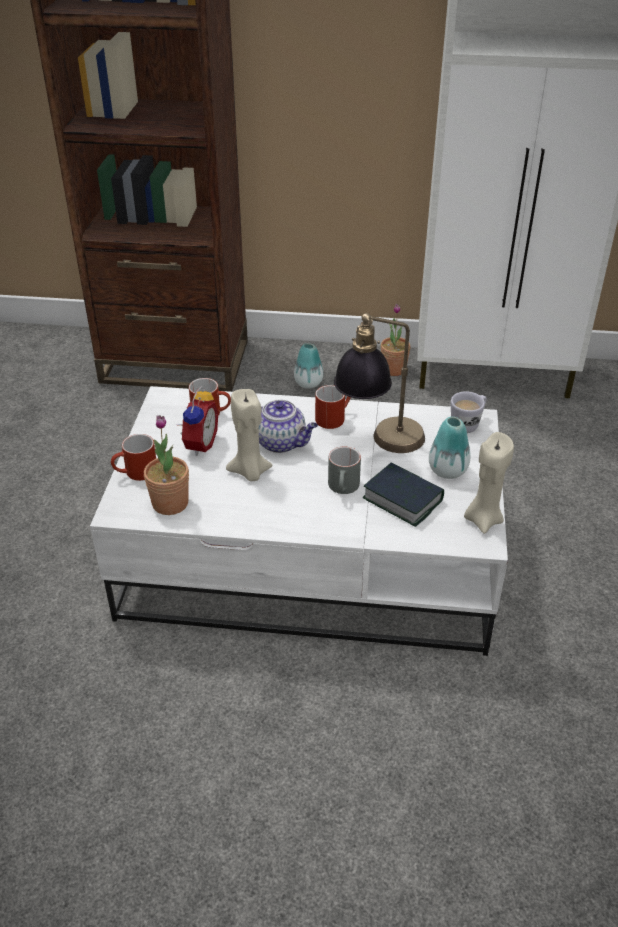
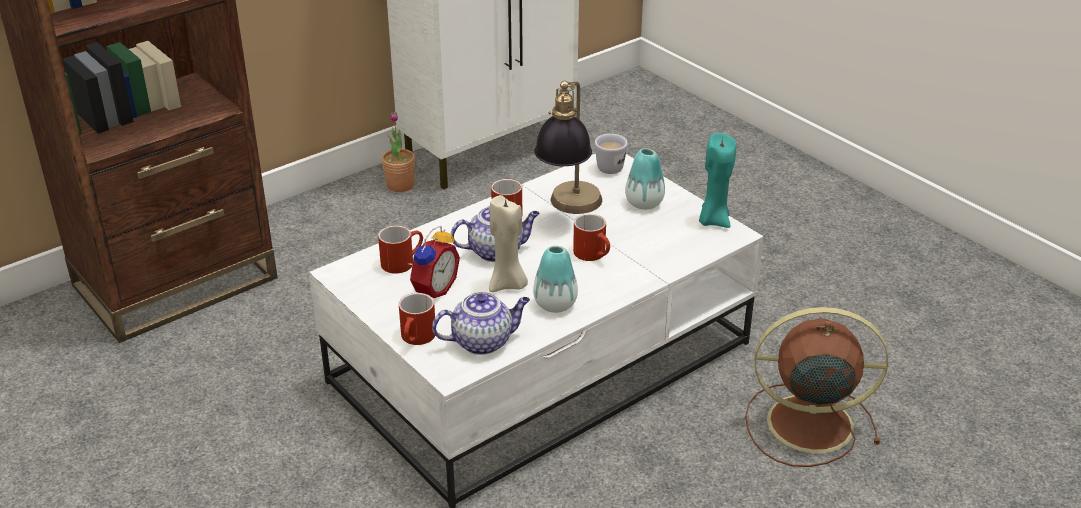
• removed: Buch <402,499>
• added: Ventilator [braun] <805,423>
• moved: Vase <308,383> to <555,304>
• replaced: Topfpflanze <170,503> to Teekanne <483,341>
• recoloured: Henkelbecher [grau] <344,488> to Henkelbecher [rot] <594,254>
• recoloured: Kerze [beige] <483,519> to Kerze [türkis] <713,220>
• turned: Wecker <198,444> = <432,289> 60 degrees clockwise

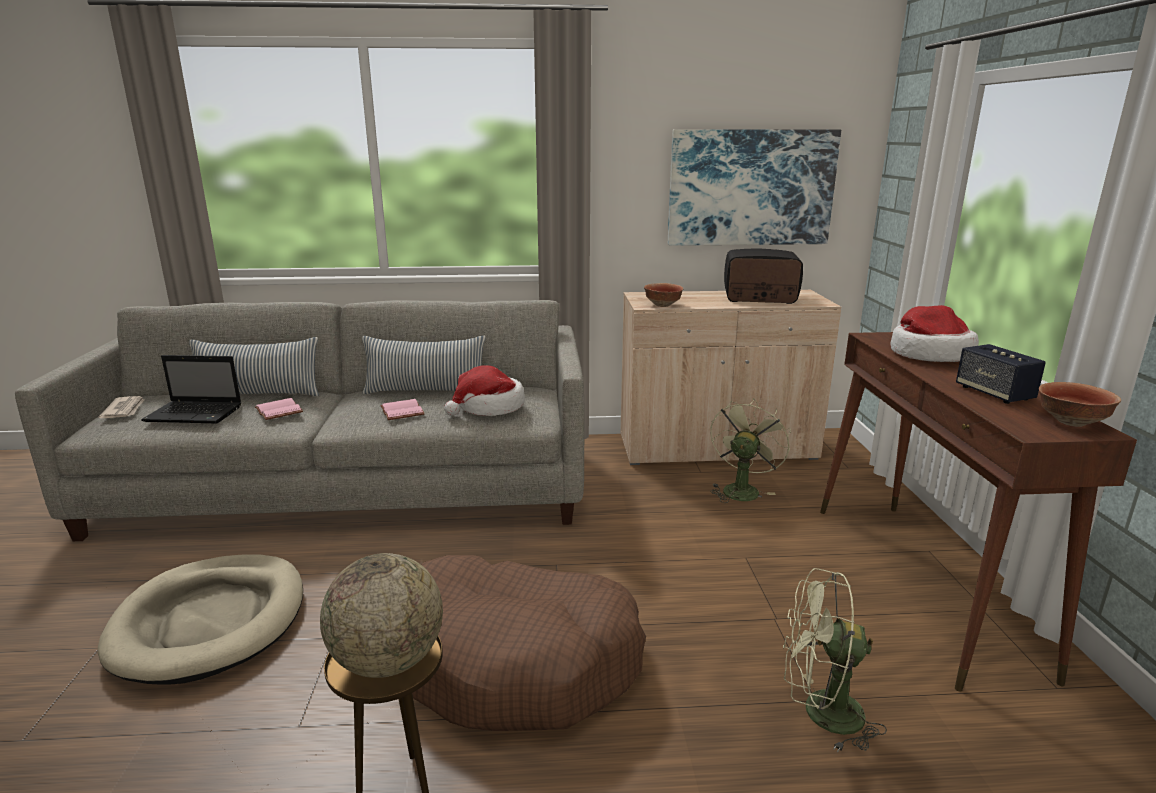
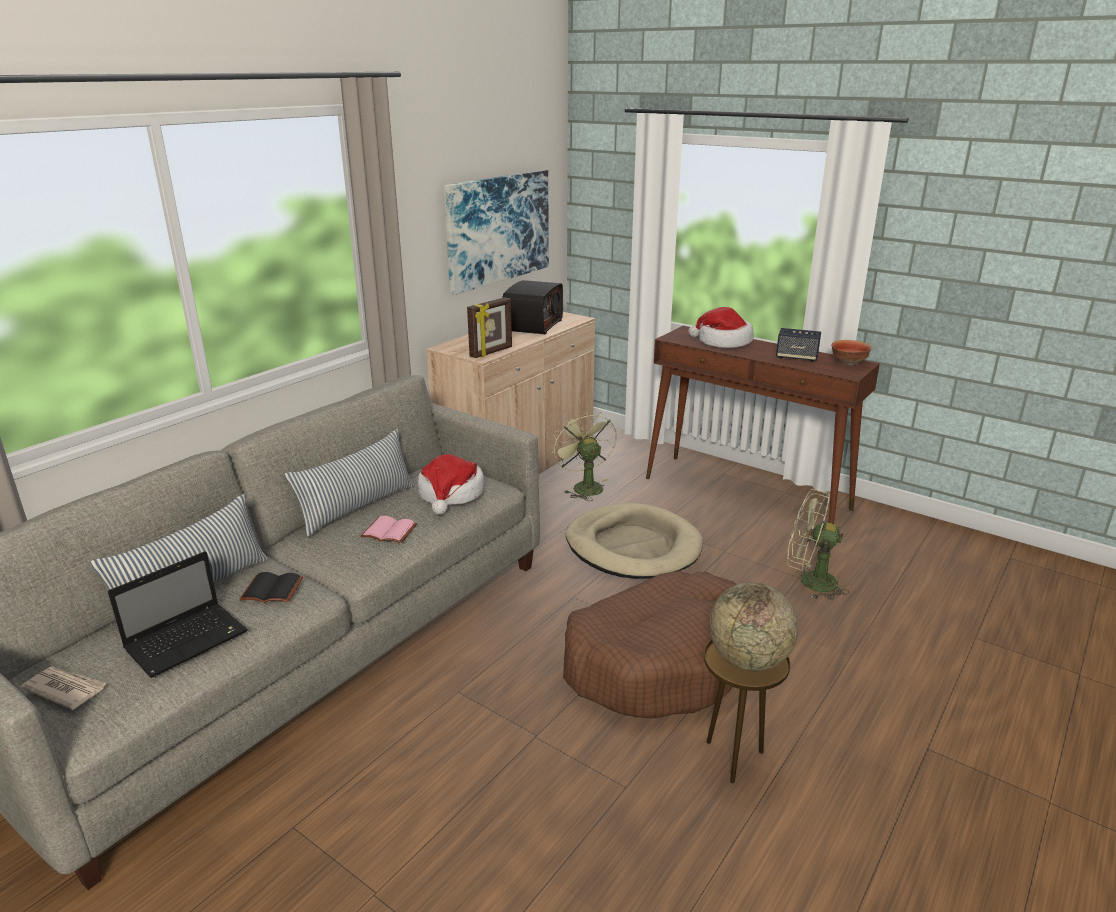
• moved: Hundebett [beige] <211,622> to <633,546>
• replaced: Schüssel <663,305> to Bilderrahmen <491,352>
• recoloured: Buch [rosa] <277,411> to Buch [schwarz] <270,591>
• turned: Radio <759,298> = <532,325> 150 degrees clockwise
• turned: Ventilator [grün] <820,713> = <809,581> 60 degrees clockwise

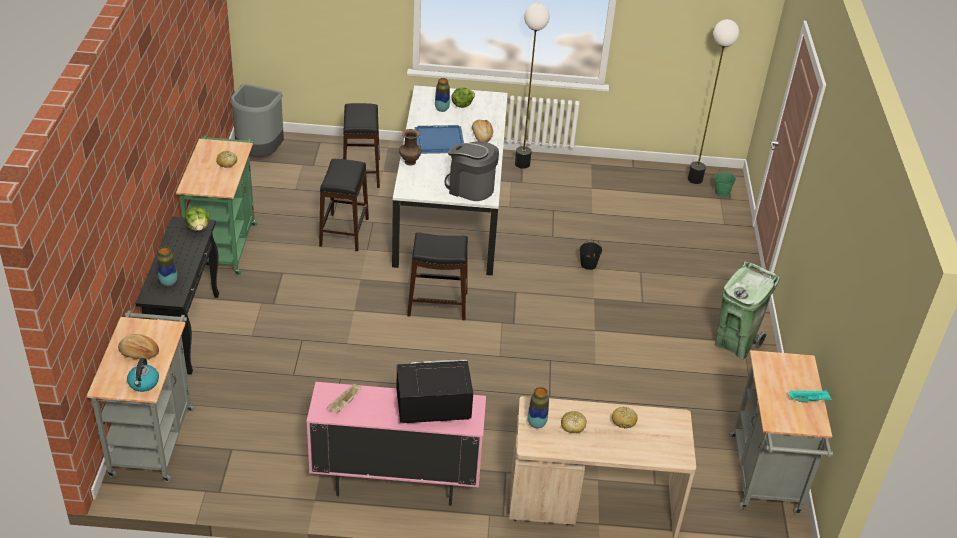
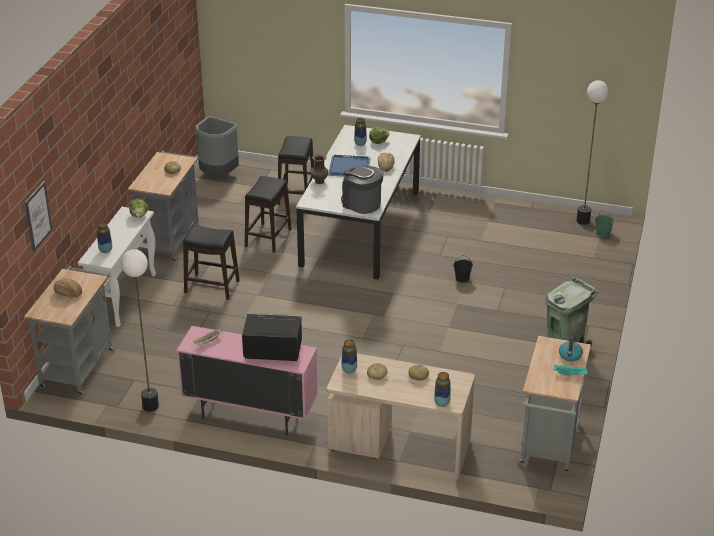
• added: Bild <38,216>
• added: Vase <442,403>
• moved: Wasserkessel <143,383> to <570,356>
• moved: Hocker [schwarz] <437,304> to <212,287>
• moved: Stehlampe <522,164> to <150,406>
• recoloured: Konsolentisch [schwarz] <186,331> to Konsolentisch [weiß] <124,297>
• recoloured: Rollwagen [grün] <224,243> to Rollwagen [grau] <171,238>

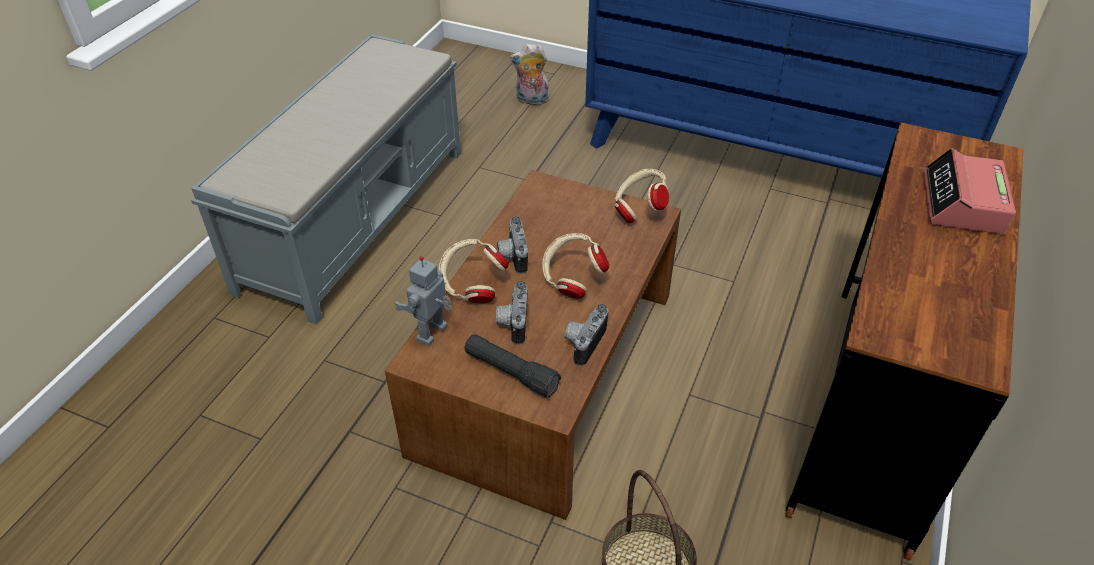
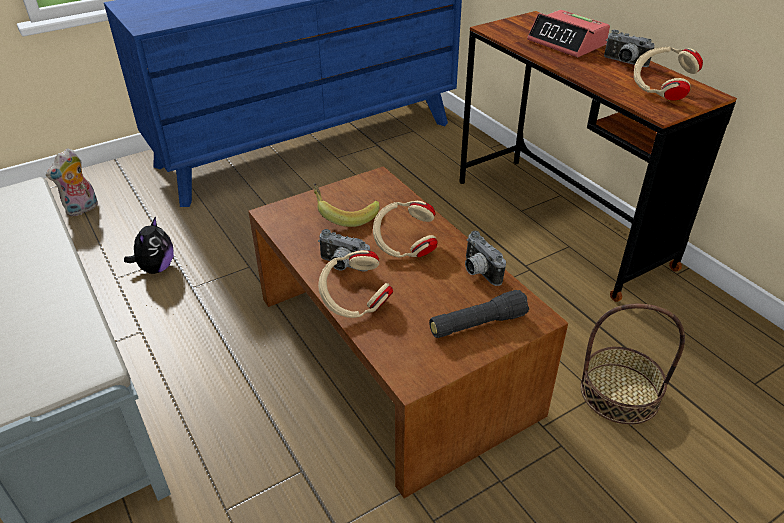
• removed: Spielzeugroboter <433,334>
• added: Plüschtier <156,268>
• added: Banane <345,215>
• moved: Kamera <512,323> to <624,63>
• moved: Kopfhörer [beige] <639,209> to <660,91>

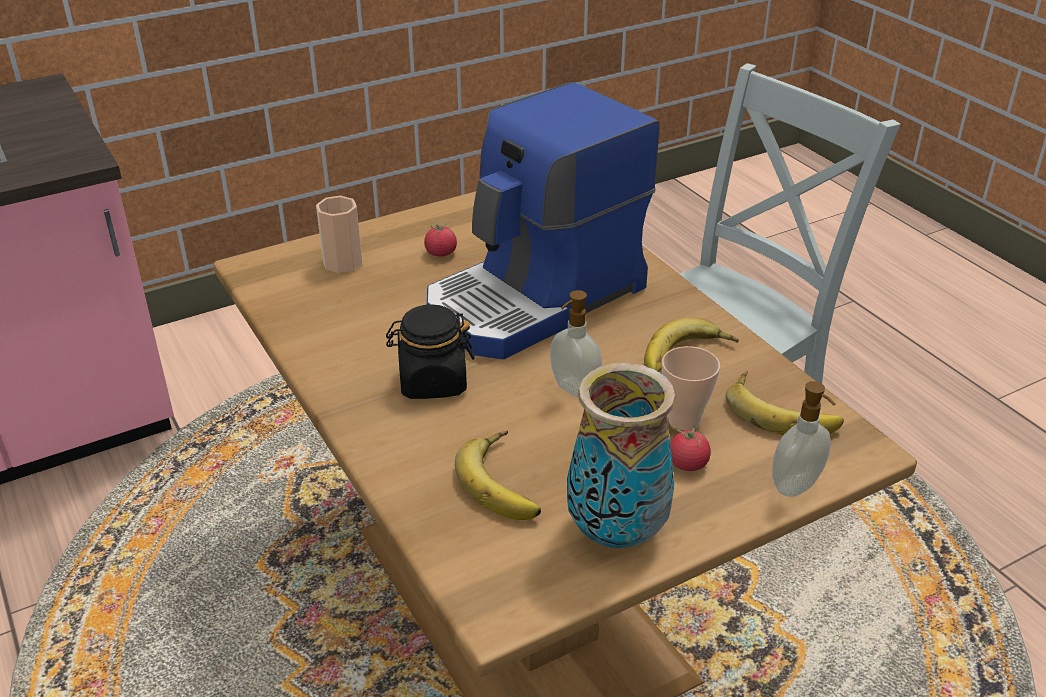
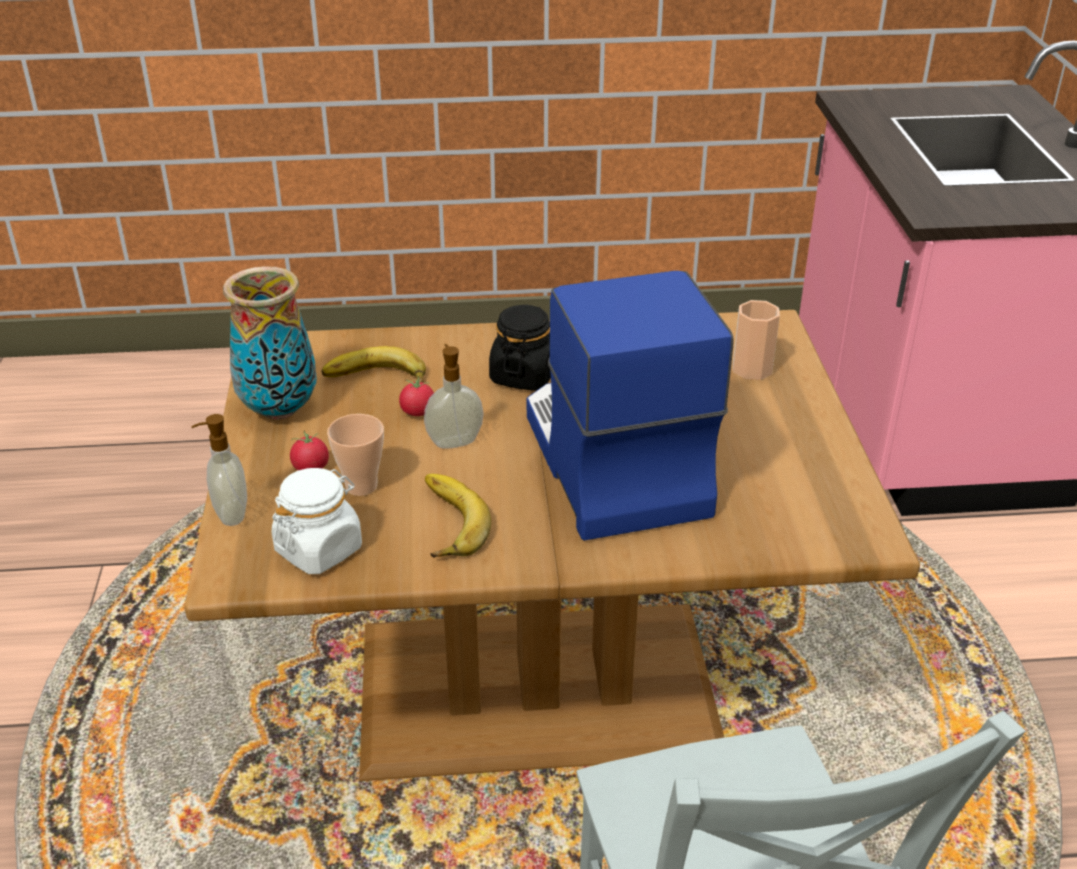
• moved: Tomate <441,253> to <418,412>
• replaced: Banane <782,411> to Vorratsglas [weiß] <319,549>

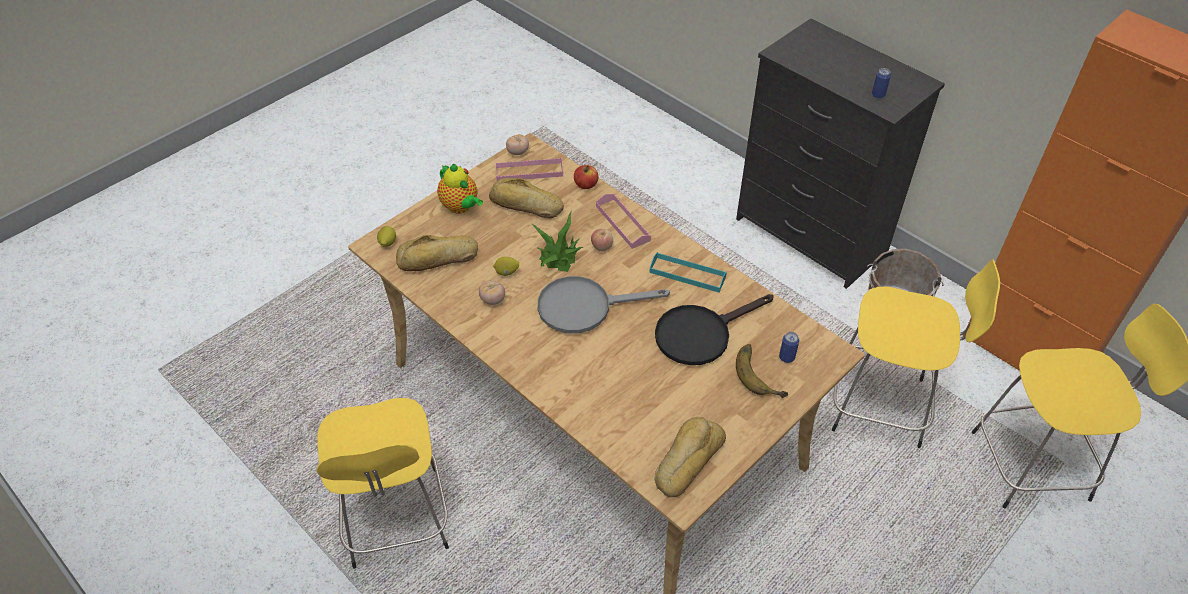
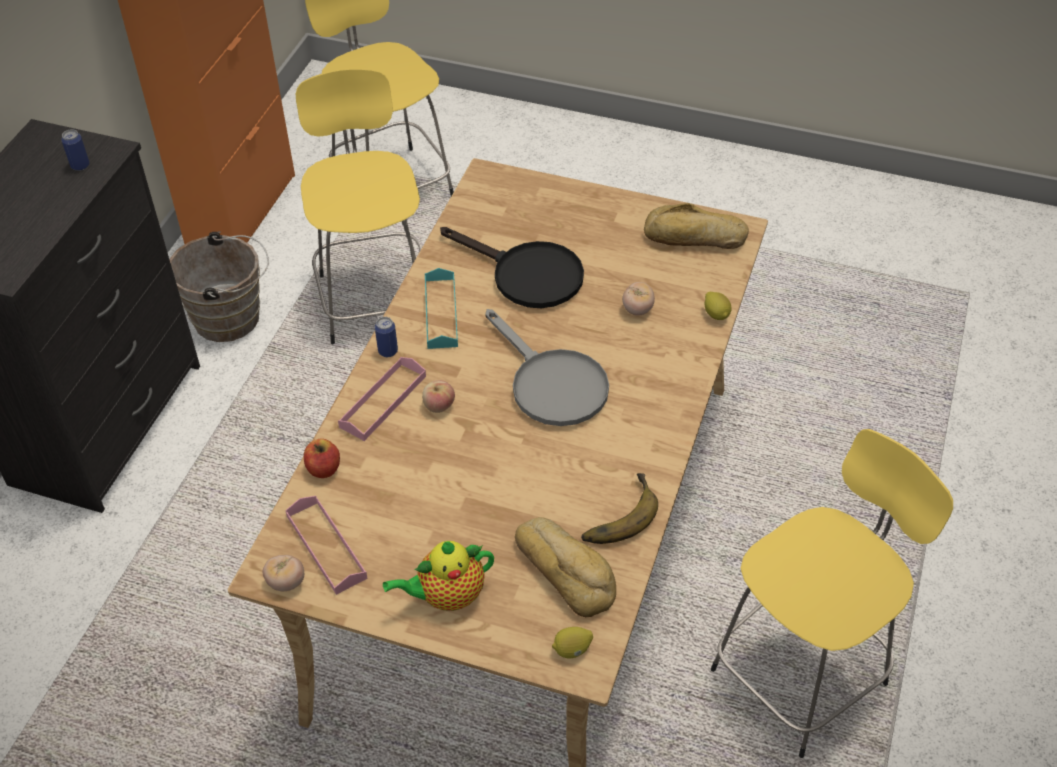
• removed: Brot <525,205>
• removed: Topfpflanze <559,255>
• moved: Tomate <492,300> to <637,309>
• moved: Zitrone <506,272> to <716,314>
• moved: Banane <761,373> to <615,514>
• moved: Dose <786,357> to <388,351>
• turned: Teekanne <461,207> = <447,596> 135 degrees counterclockwise

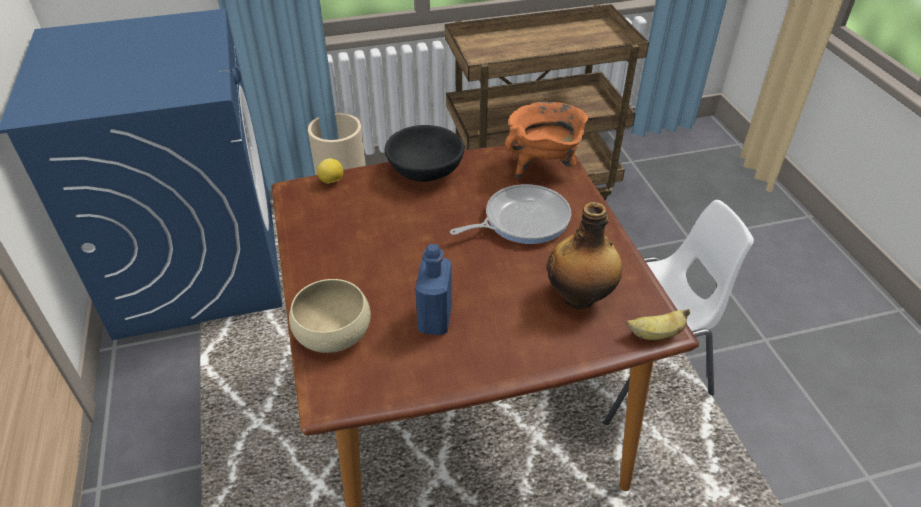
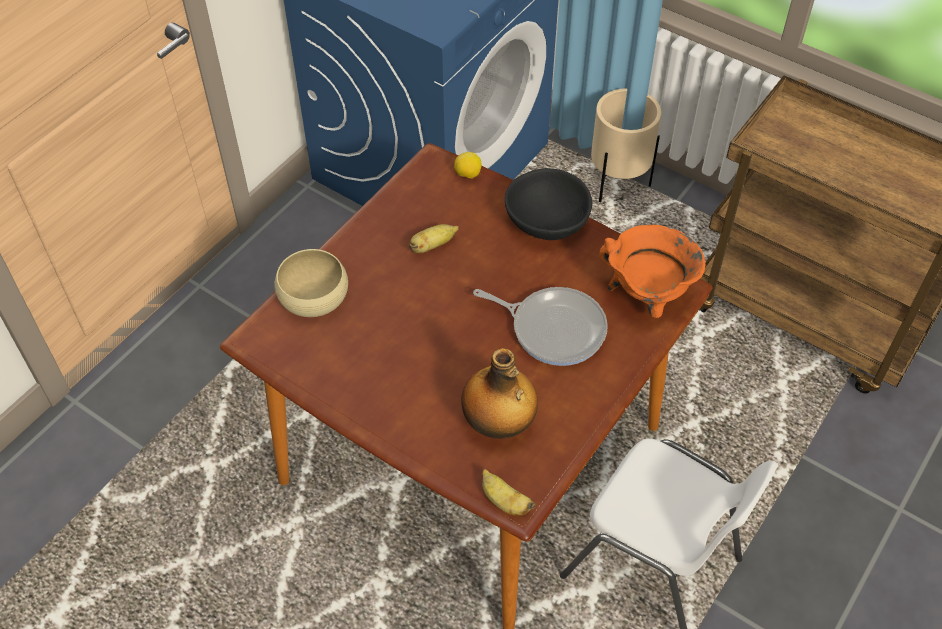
• removed: Flasche [blau] <435,319>
• added: Banane <432,246>

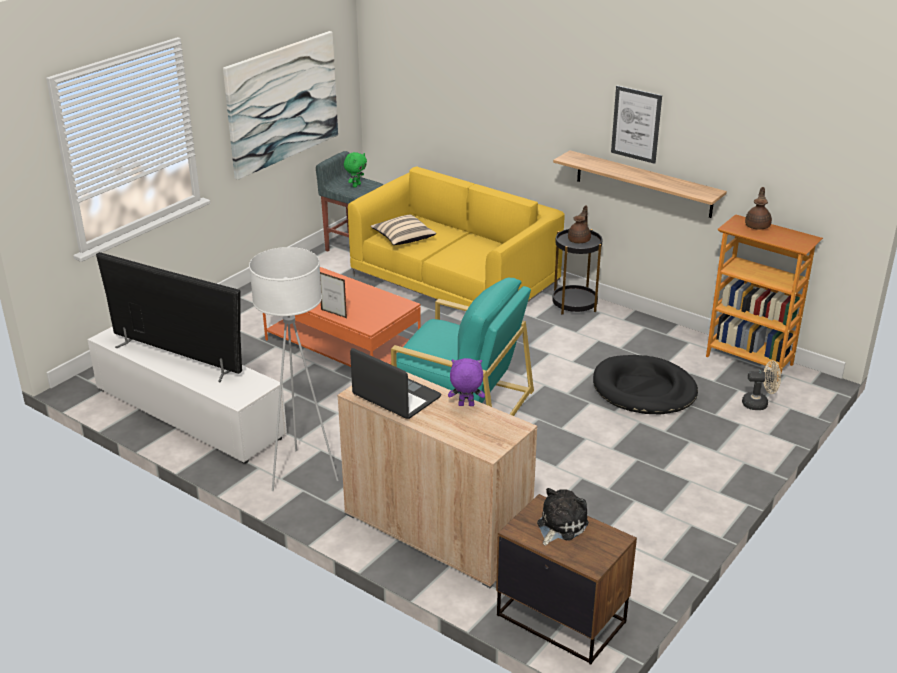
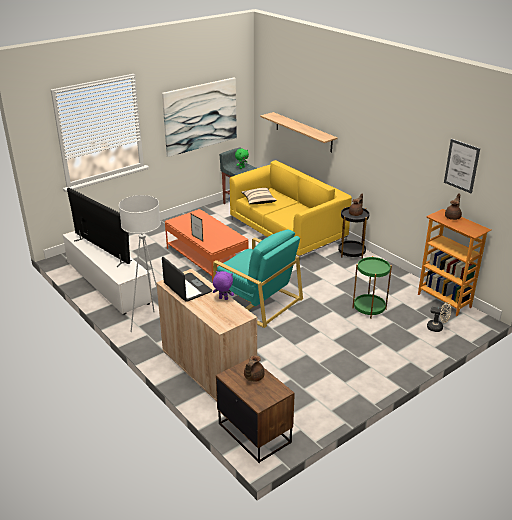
• moved: Wandregal <643,184> to <303,132>
• moved: Bild <636,124> to <461,166>
• replaced: Plüschtier <560,525> to Teekanne [braun] <253,377>
• replaced: Hundebett [schwarz] <644,390> to Beistelltisch [grün] <369,308>

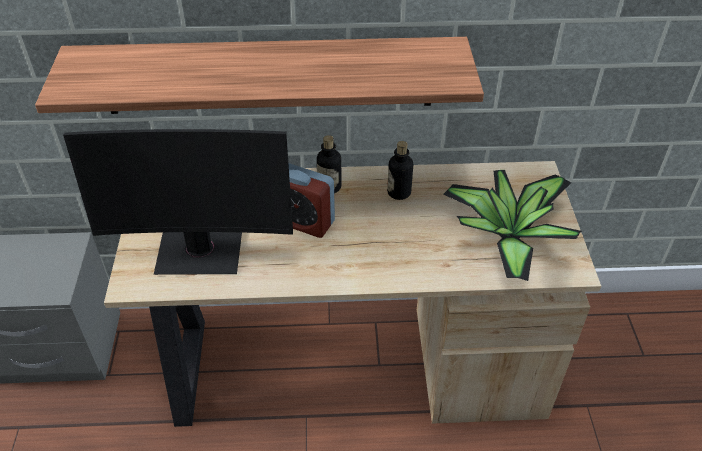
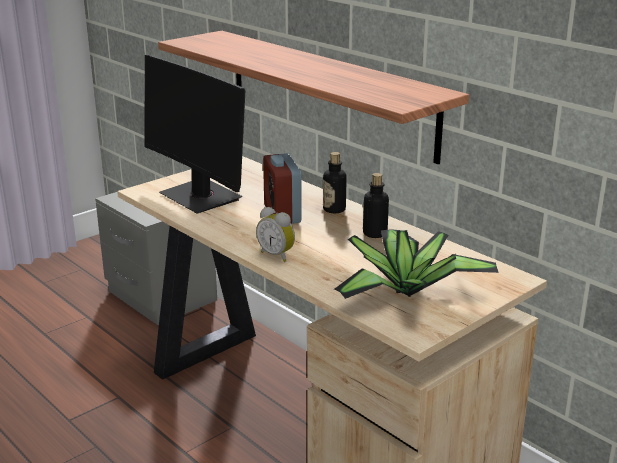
• added: Wecker <277,255>

